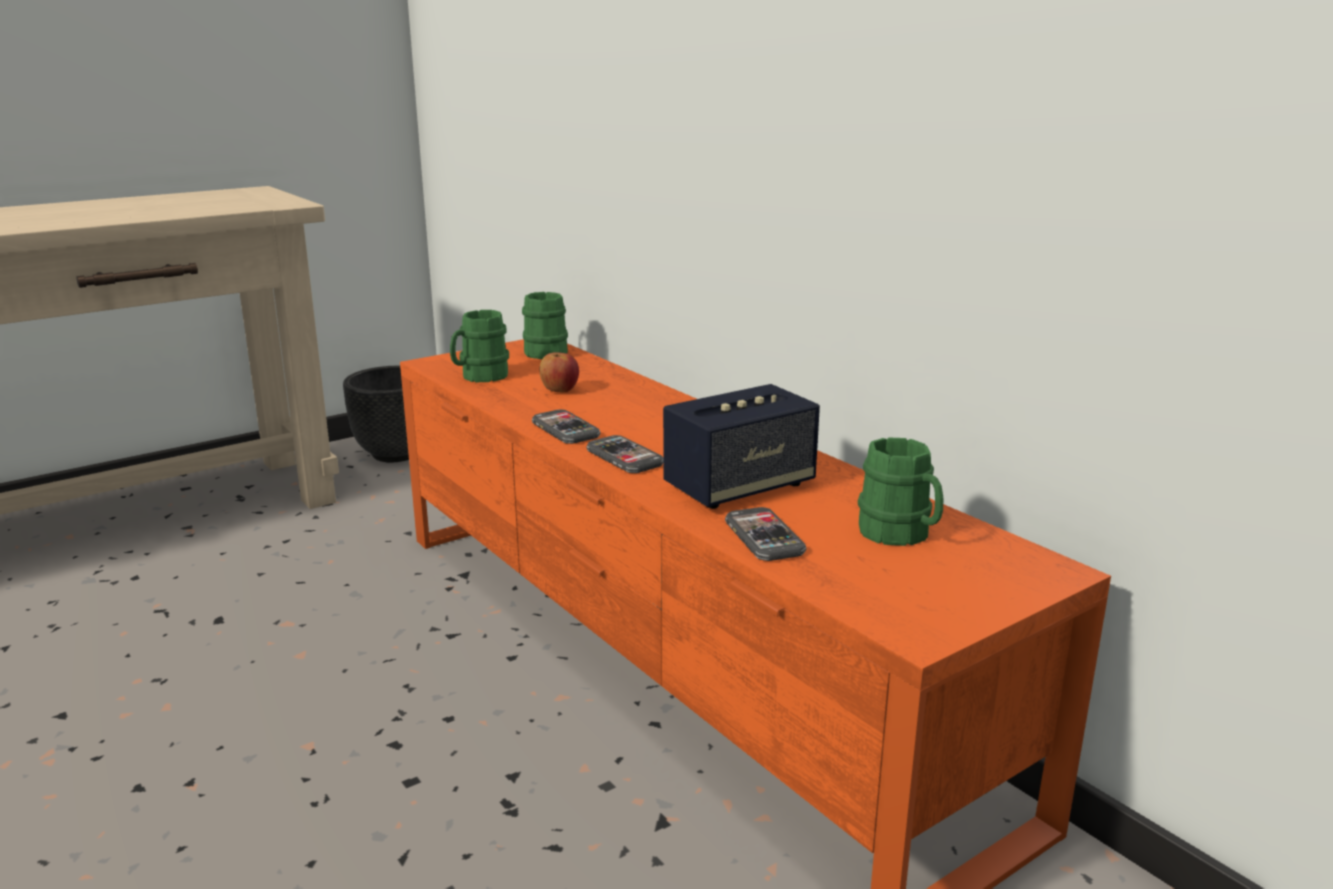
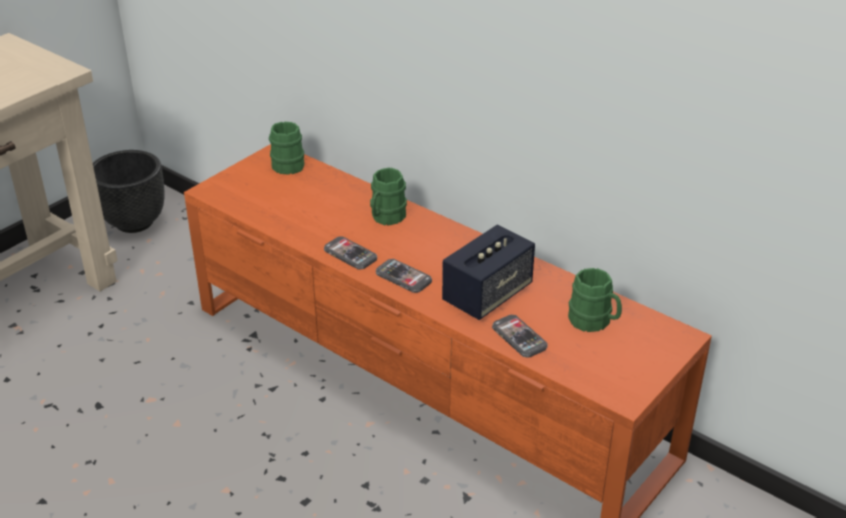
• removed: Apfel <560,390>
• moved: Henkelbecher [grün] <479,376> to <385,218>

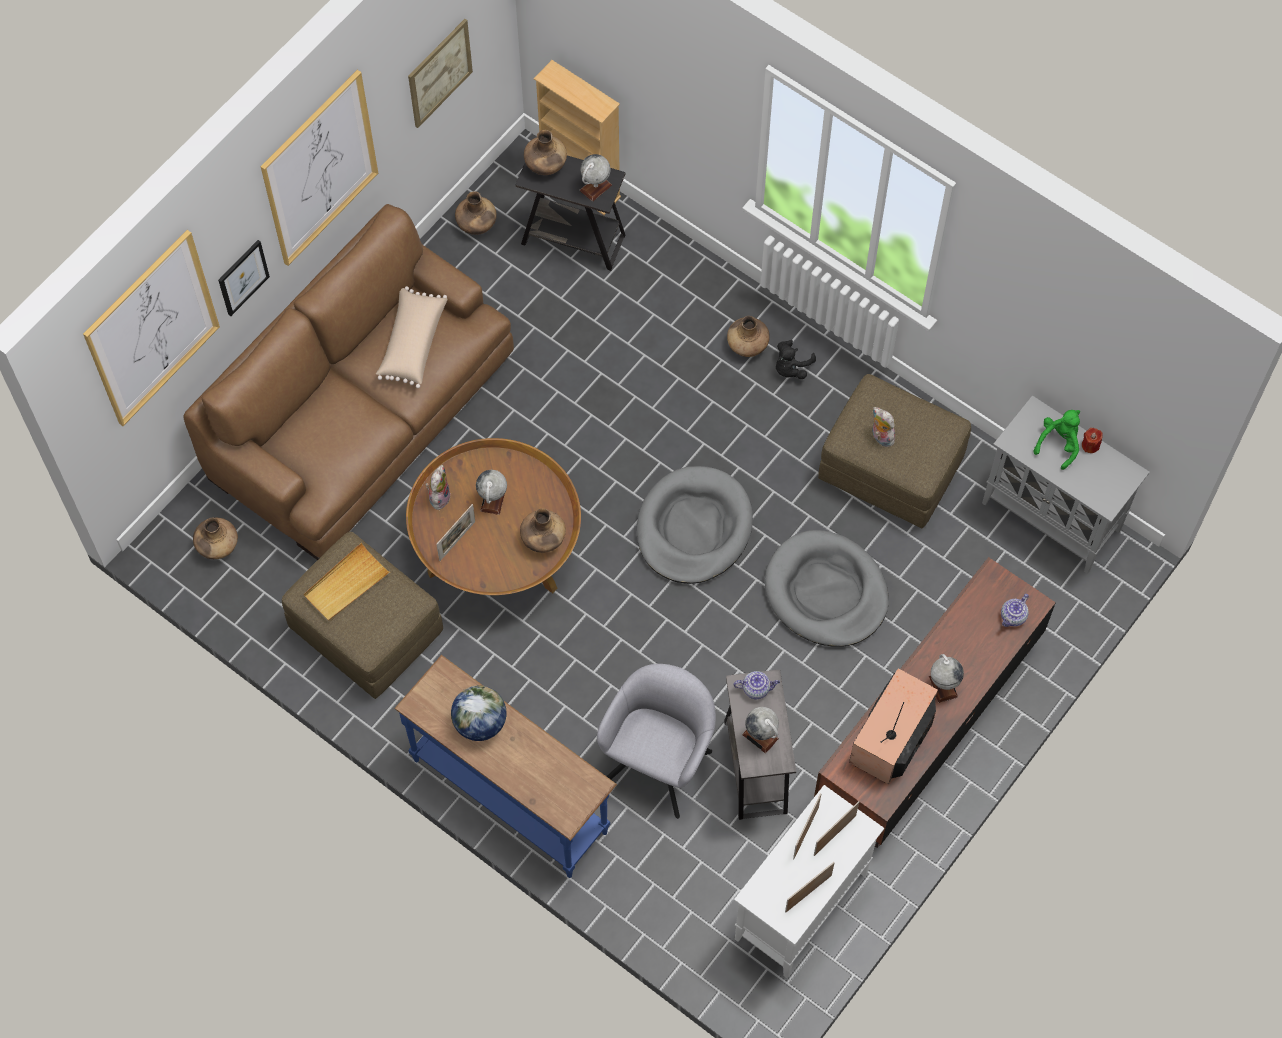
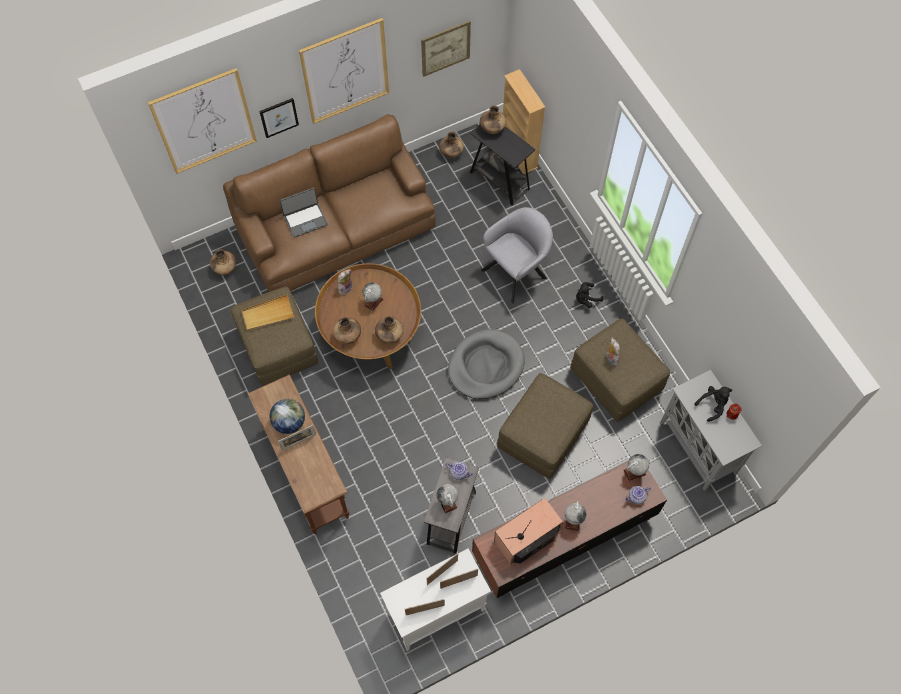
• removed: Kissen [beige] <412,343>
• added: Laptop <305,220>
• moved: Bilderrahmen <457,541> to <299,442>
• moved: Globus <595,187> to <634,472>
• moved: Sessel [grau] <660,761> to <517,272>
• moved: Vase [braun] <747,345> to <348,335>
• replaced: Hundebett [grau] <826,592> to Polsterhocker [braun] <543,434>
• recoloured: Konsolentisch [blau] <511,794> to Konsolentisch [braun] <307,472>
• recoloured: Plüschtier [grün] <1059,444> to Plüschtier [schwarz] <713,405>

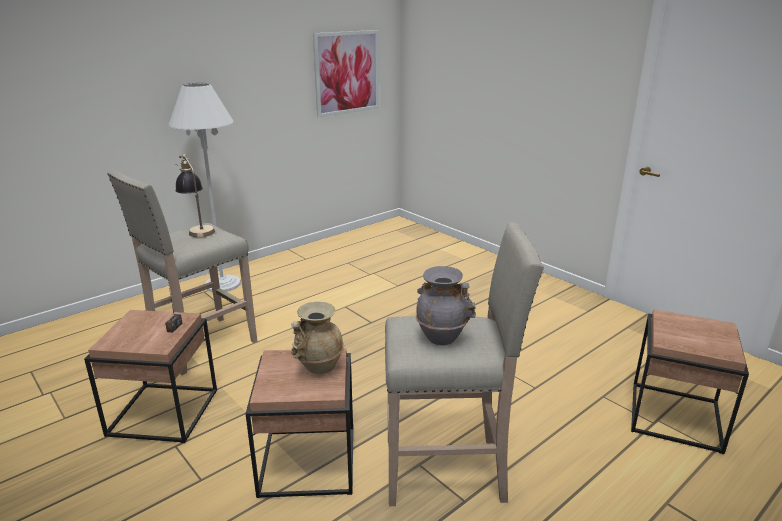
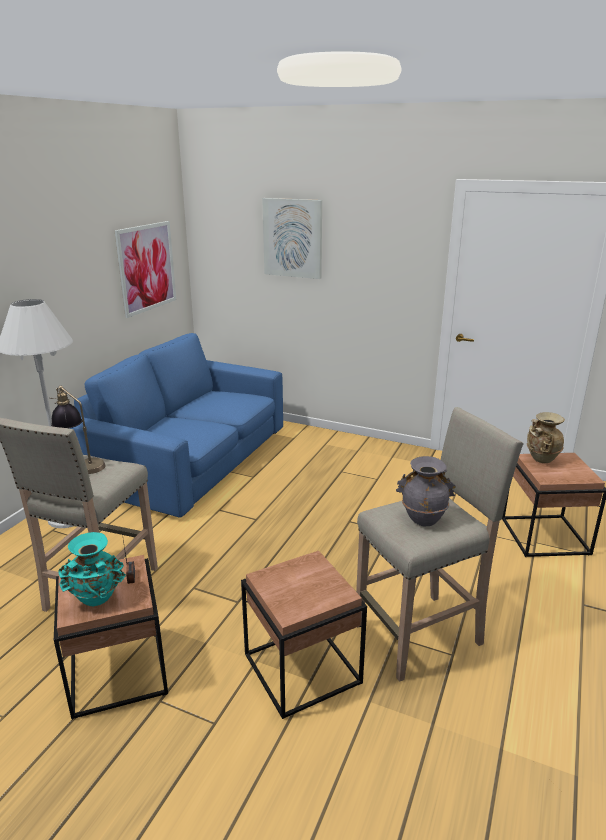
• added: Vase [türkis] <97,599>
• added: Sofa [blau] <189,459>
• added: Bild <293,238>
• moved: Vase [beige] <318,367> to <540,459>

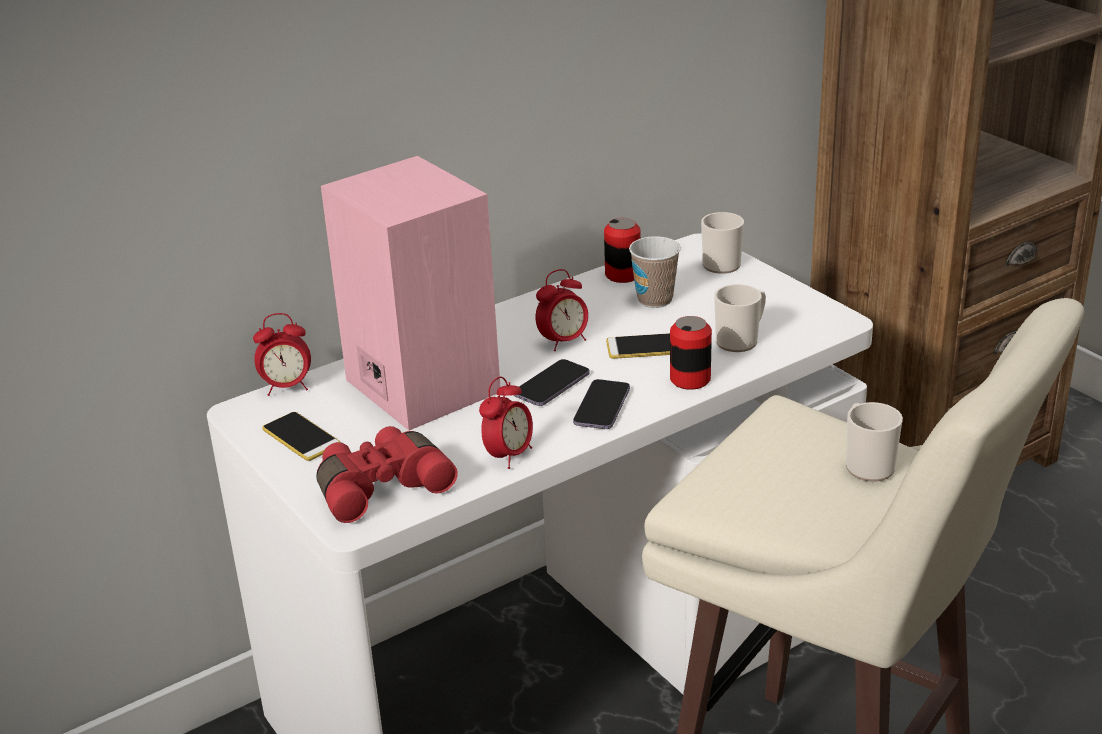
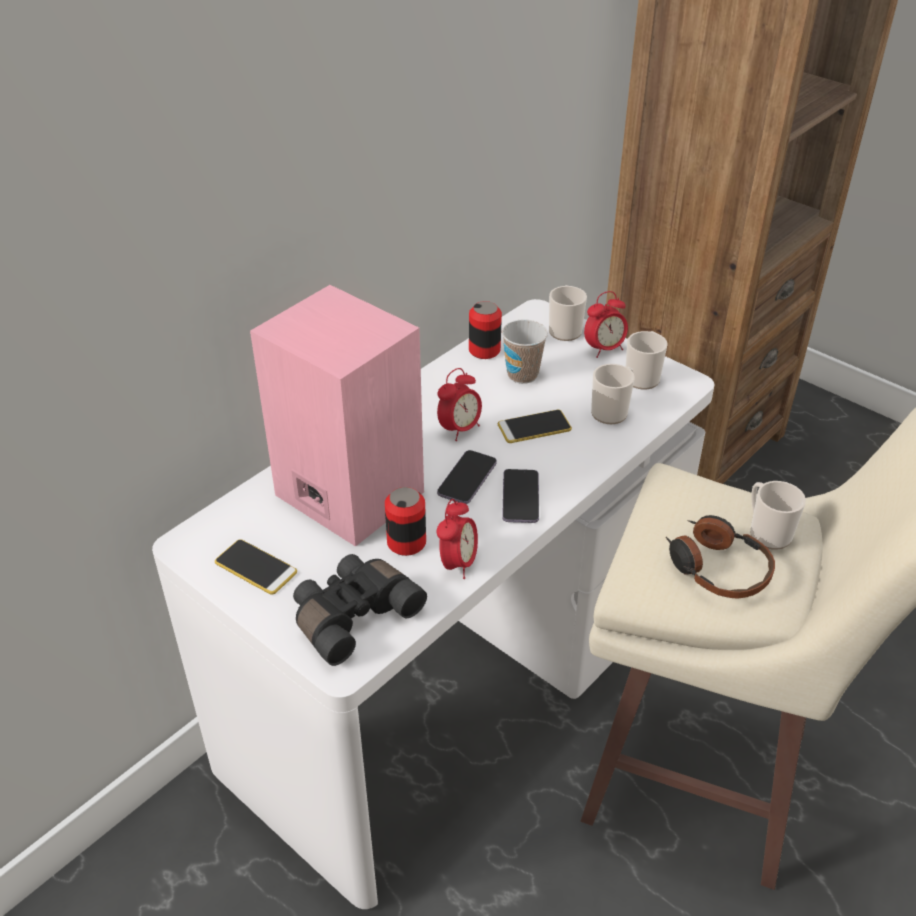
• added: Henkelbecher <643,376>
• added: Kopfhörer <717,568>
• moved: Wecker <287,387> to <604,349>
• moved: Dose <690,379> to <406,542>
• recoloured: Fernglas [rot] <380,486> to Fernglas [schwarz] <352,615>

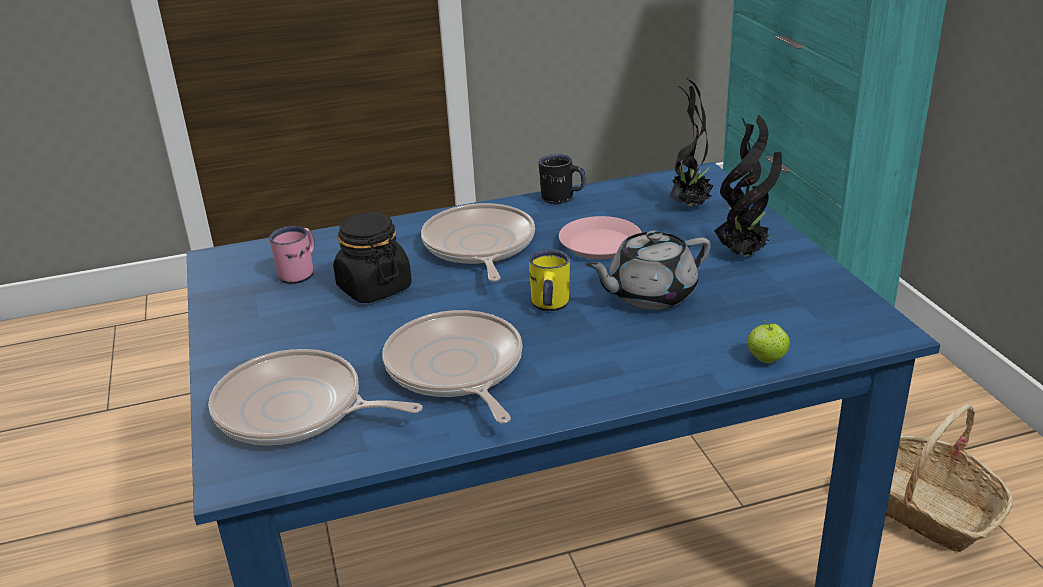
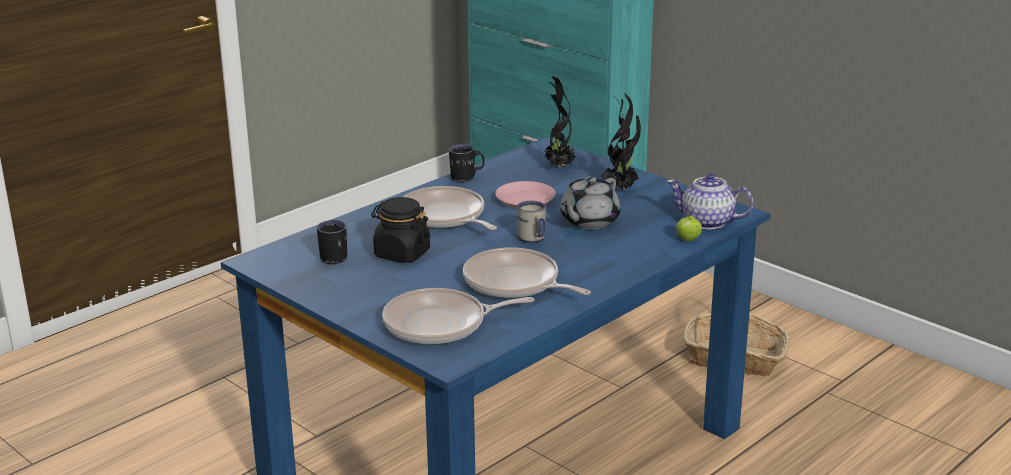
• added: Teekanne <706,222>
• recoloured: Henkelbecher [rosa] <300,272> to Henkelbecher [schwarz] <334,256>
• recoloured: Henkelbecher [gelb] <549,306> to Henkelbecher [weiß] <533,240>

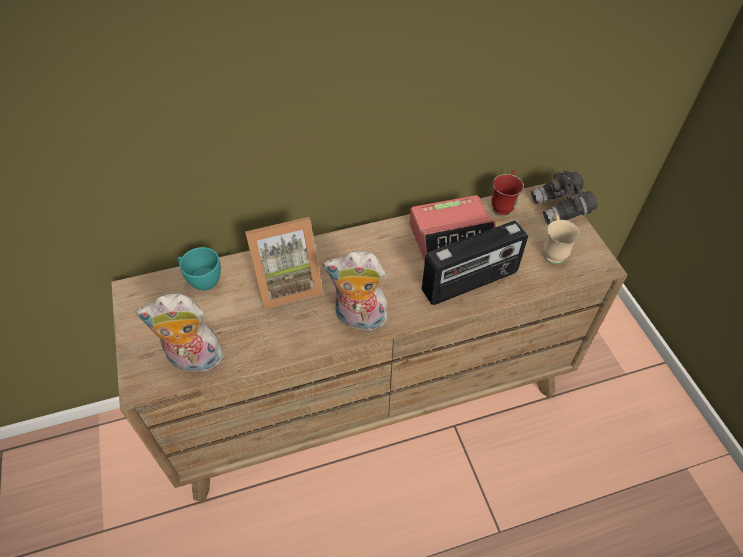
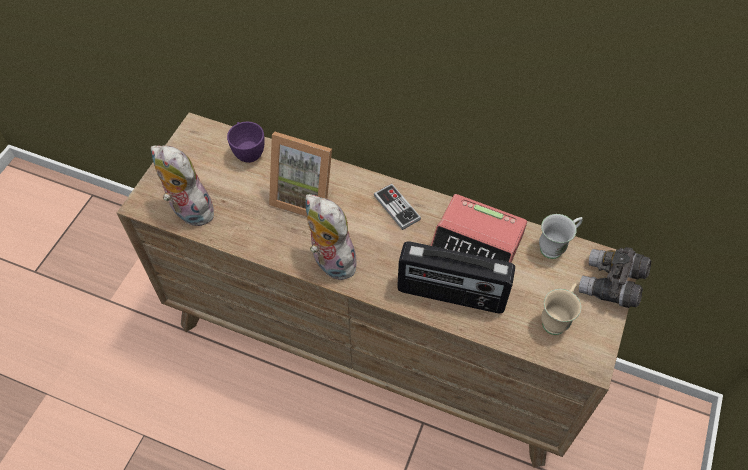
• added: Gamepad <397,207>
• recoloured: Tasse [türkis] <202,280> to Tasse [lila] <248,151>
• recoloured: Henkelbecher [rot] <503,206> to Henkelbecher [weiß] <556,247>

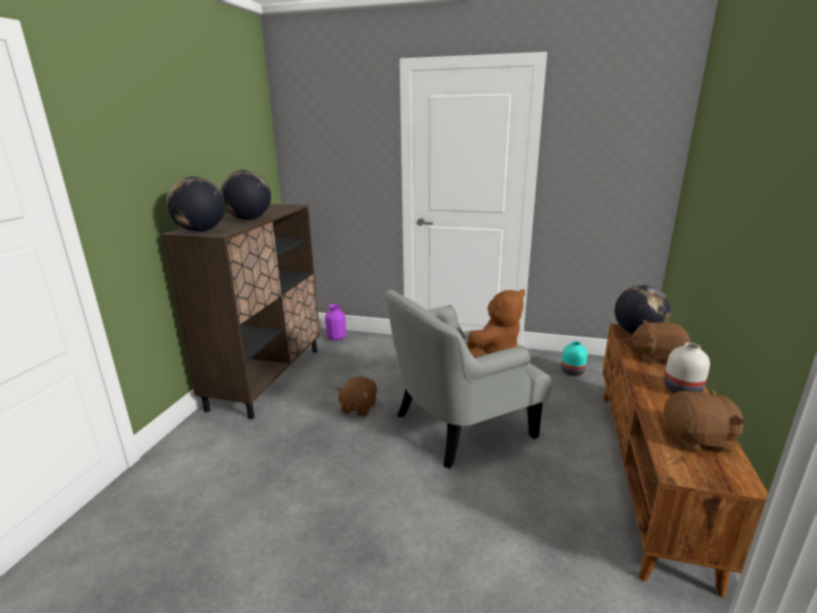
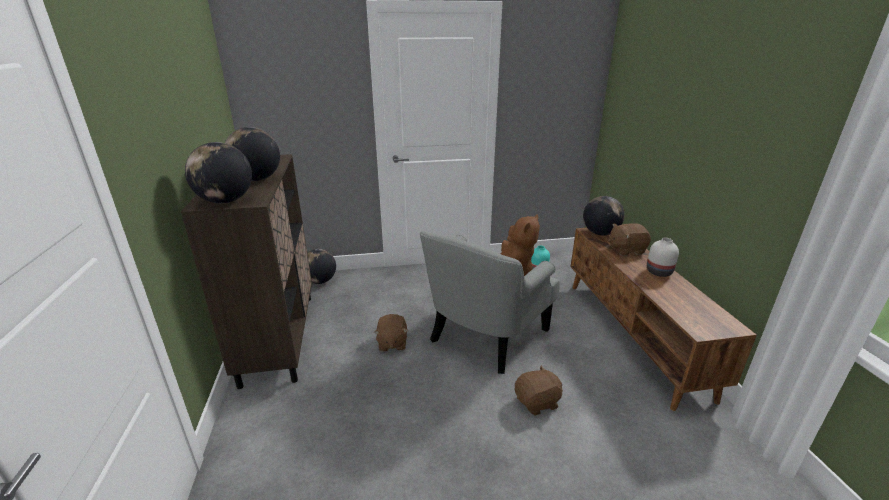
• moved: Plüschtier [braun] <698,439> to <537,402>
• replaced: Vase [lila] <336,338> to Globus <320,281>

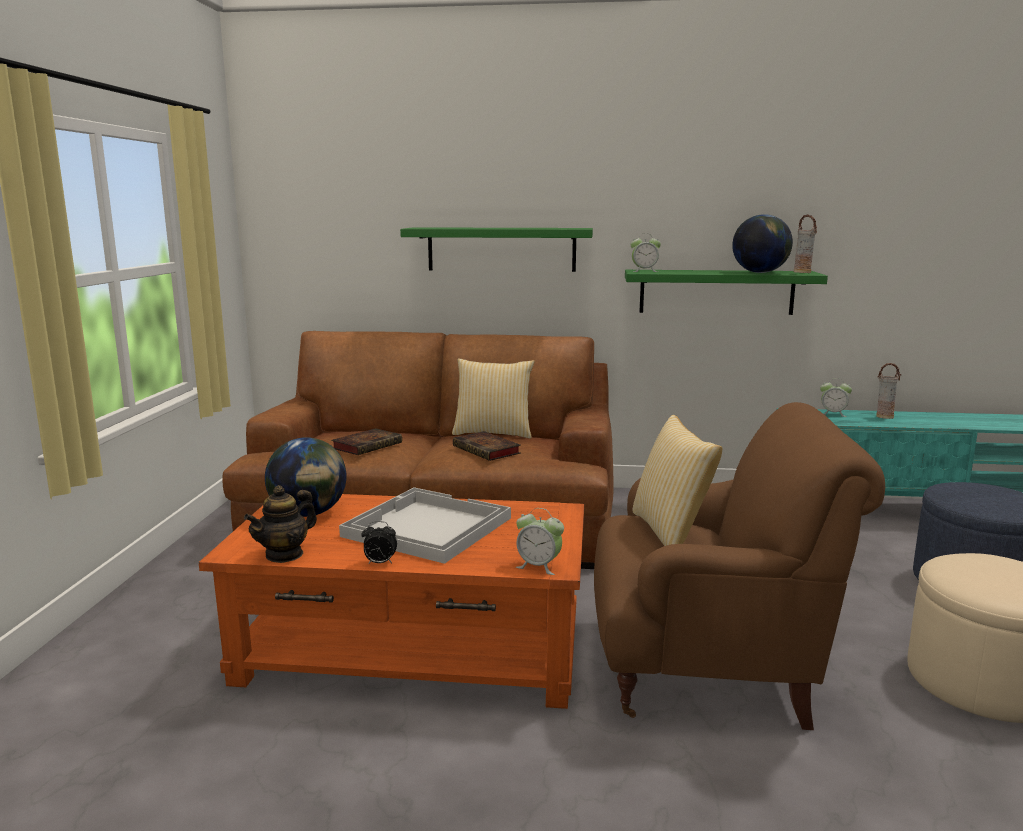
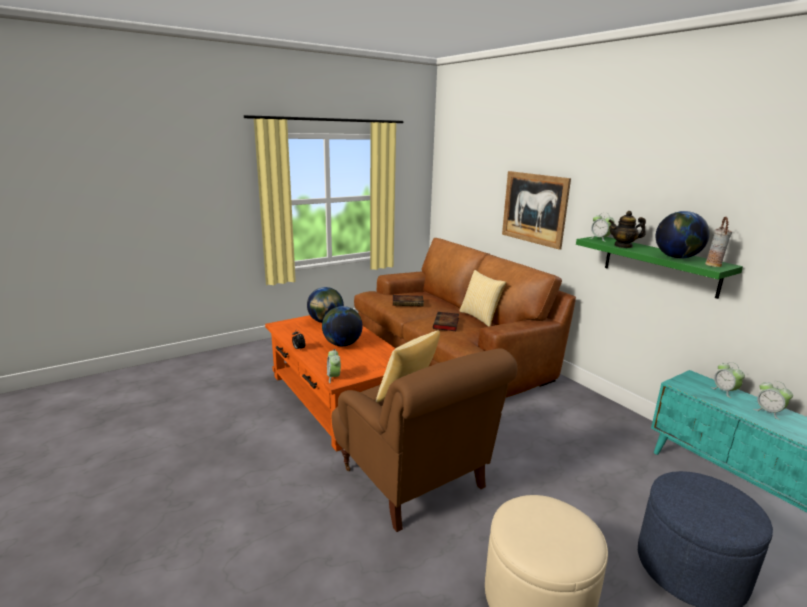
• moved: Teekanne <284,554> to <623,246>
• replaced: Tablett [weiß] <425,527> to Globus <342,344>
• replaced: Wandregal [grün] <501,249> to Bild <534,208>
• replaced: Vase <884,417> to Wecker <768,412>

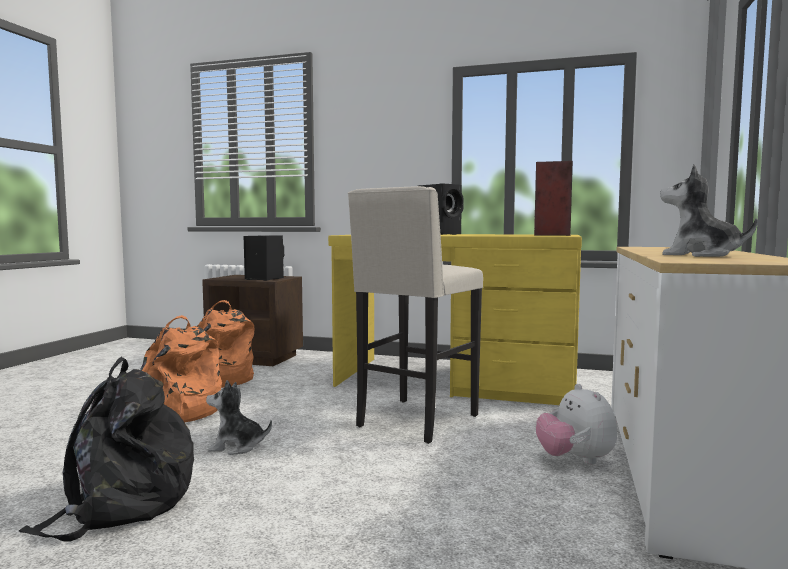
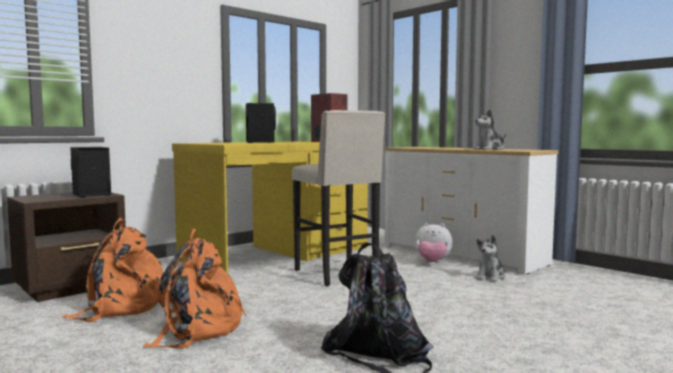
• moved: Plüschtier <237,446> to <490,277>

